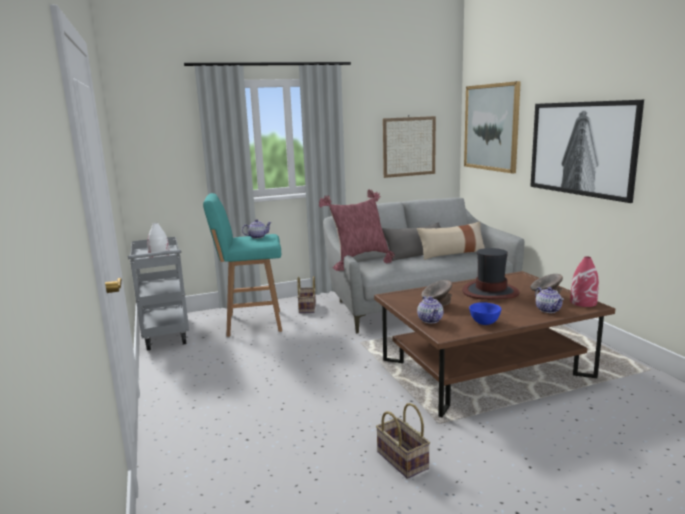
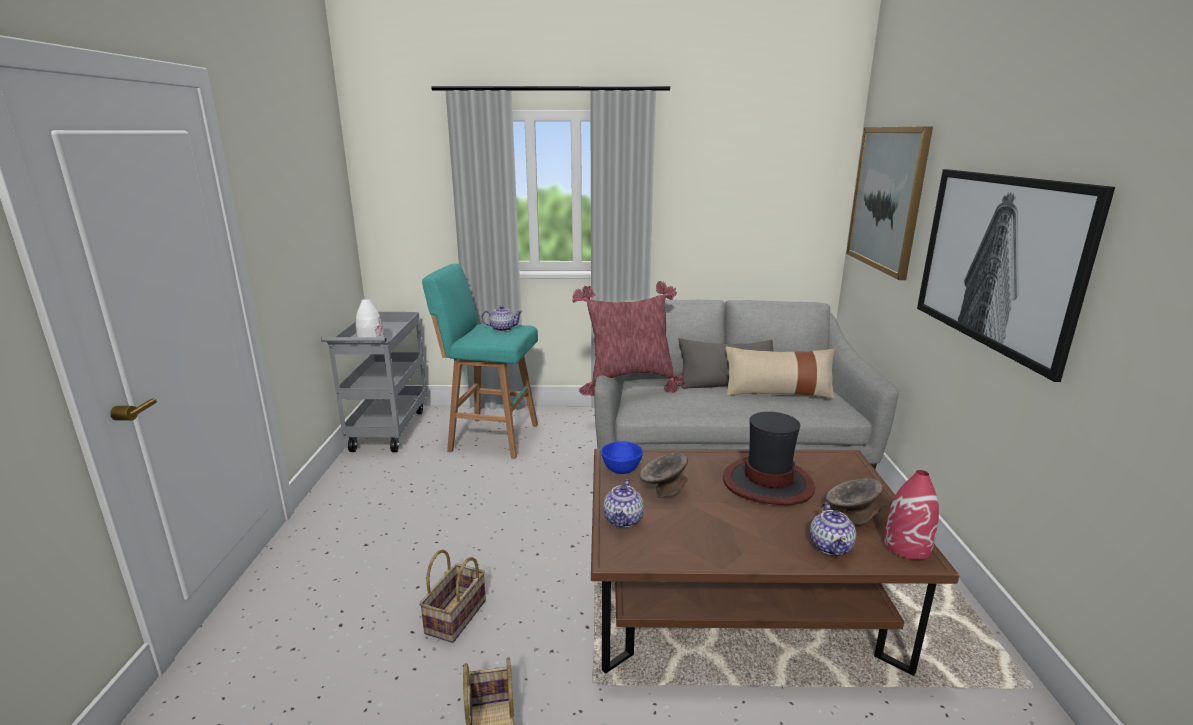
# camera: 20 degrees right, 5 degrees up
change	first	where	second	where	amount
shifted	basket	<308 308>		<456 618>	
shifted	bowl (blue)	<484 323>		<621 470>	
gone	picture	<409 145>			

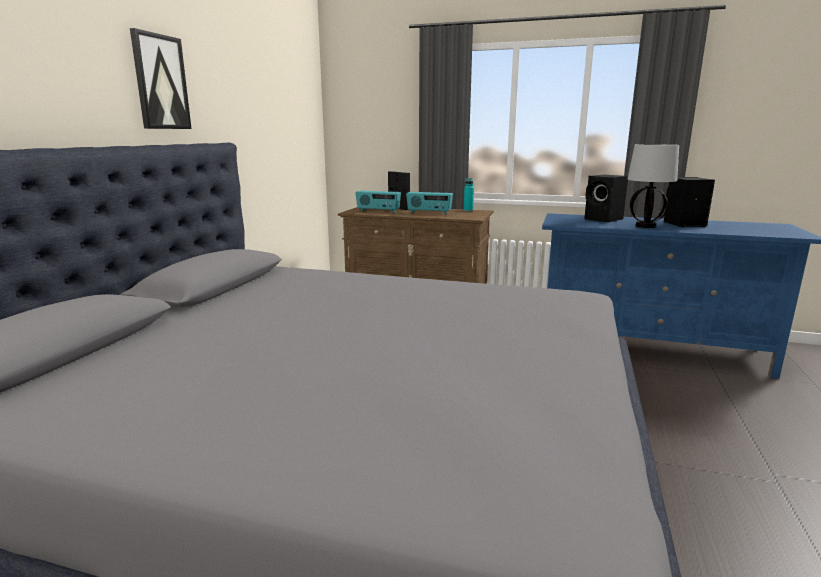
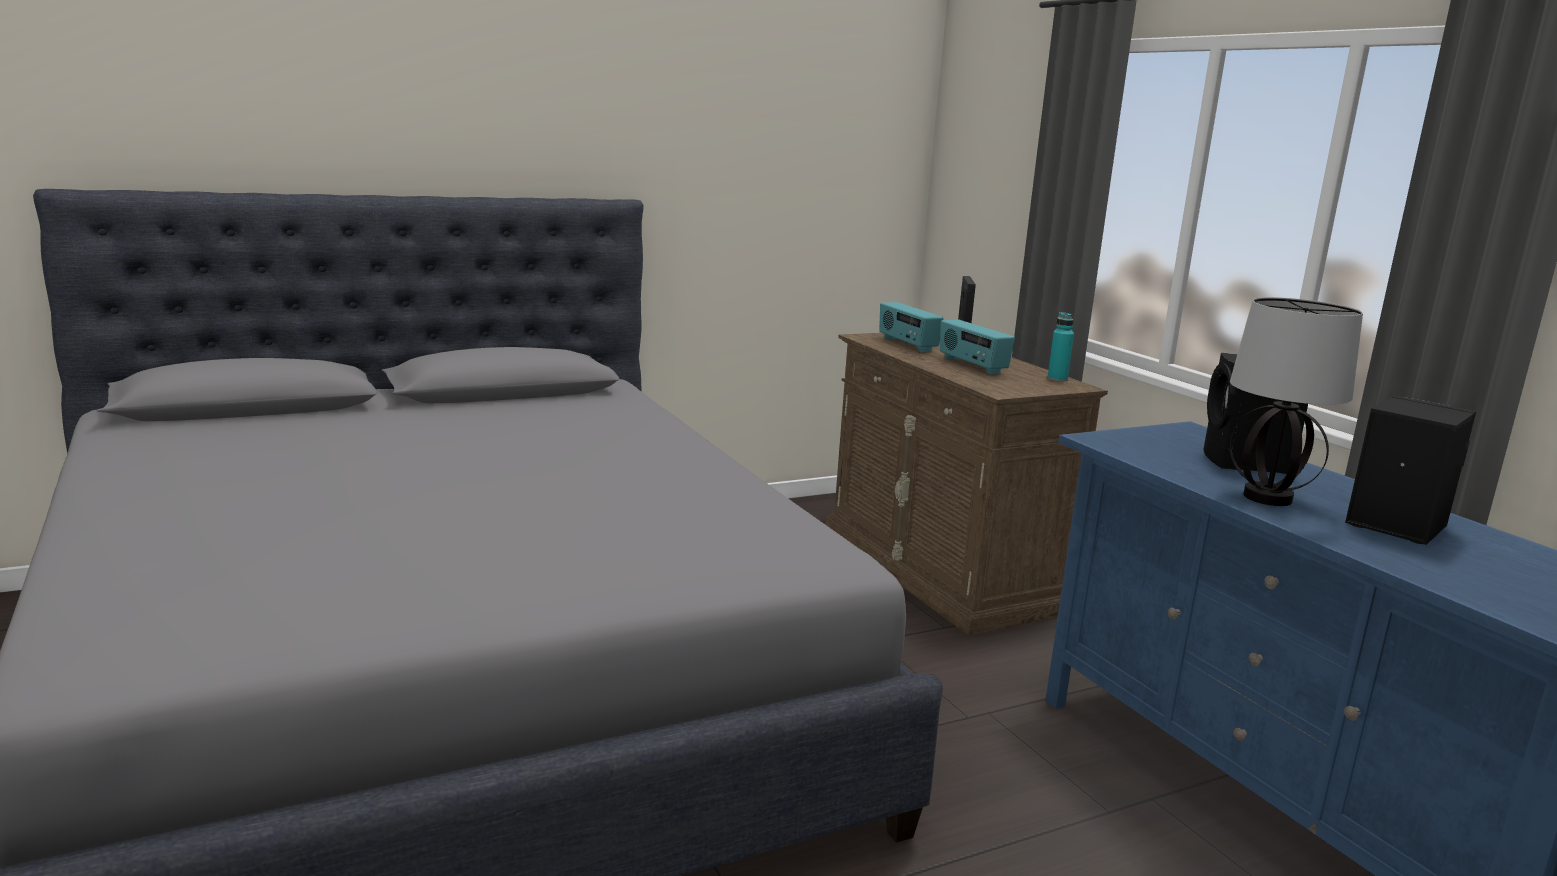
# camera: 45 degrees right, 0 degrees up
change	first	where	second	where	amount
gone	picture	<160 82>			

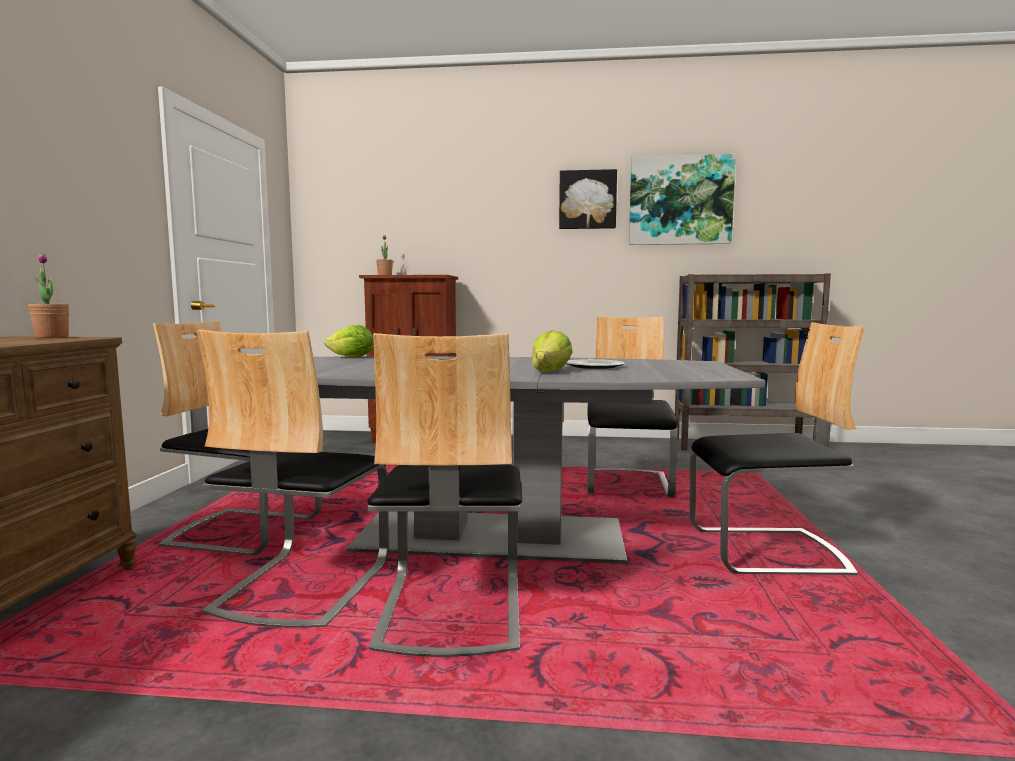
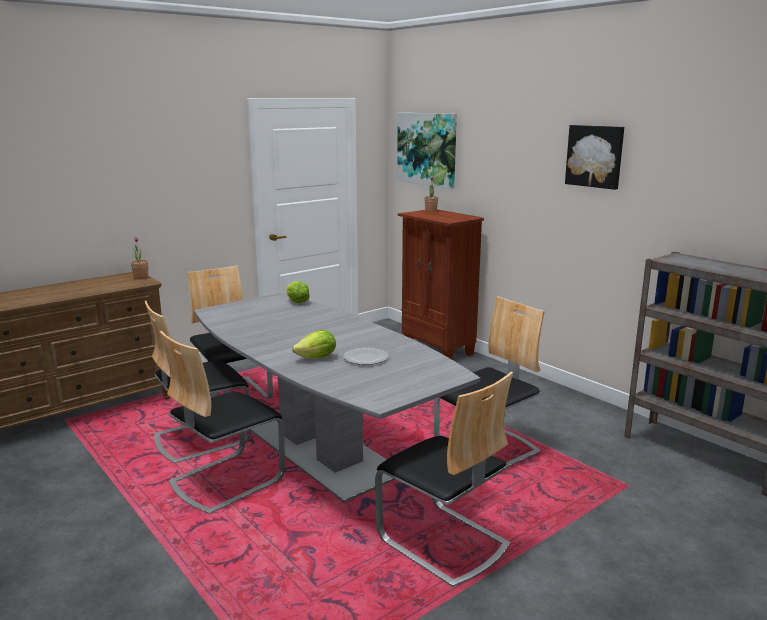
# camera: 45 degrees right, 10 degrees up
change	first	where	second	where	amount
shifted	picture	<680 200>		<427 149>	

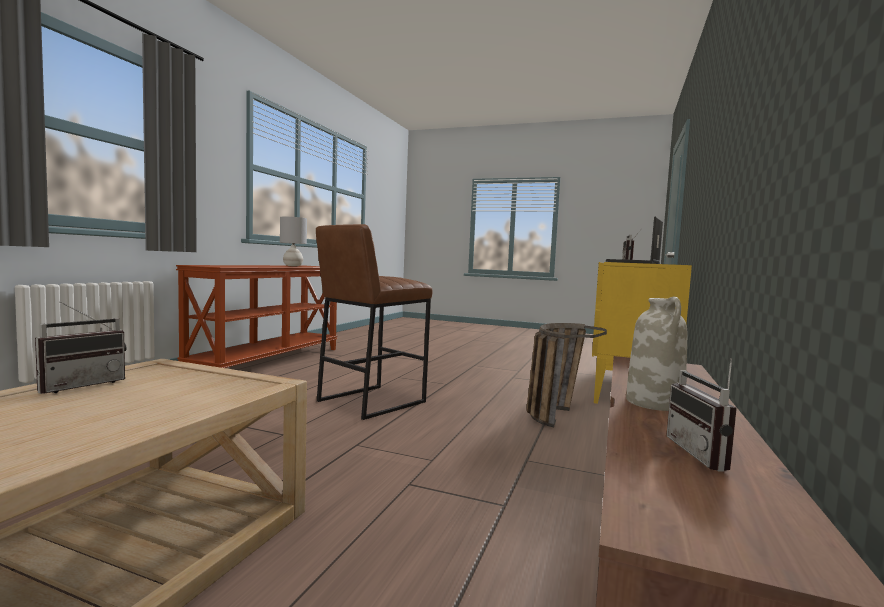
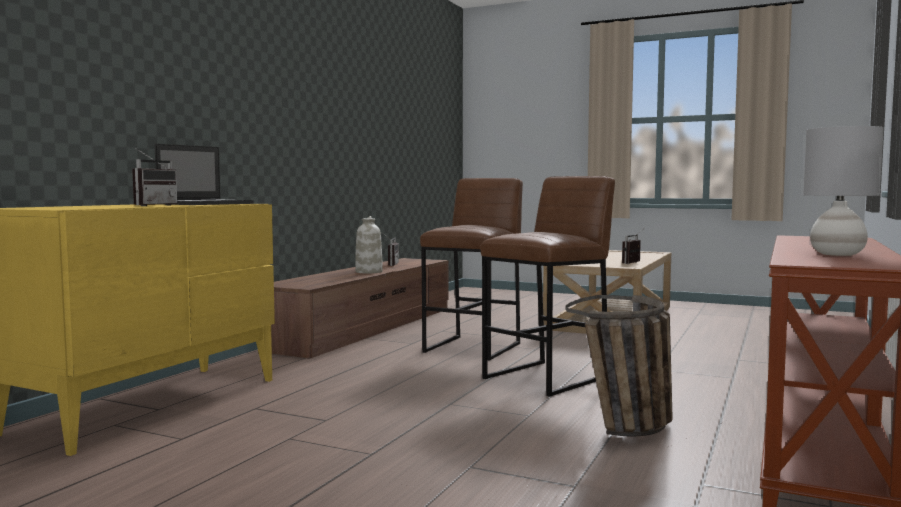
# camera: 175 degrees left, 0 degrees up
change	first	where	second	where	amount
new			stool (brown)	<473 347>	
shifted	basket	<555 413>		<628 430>	

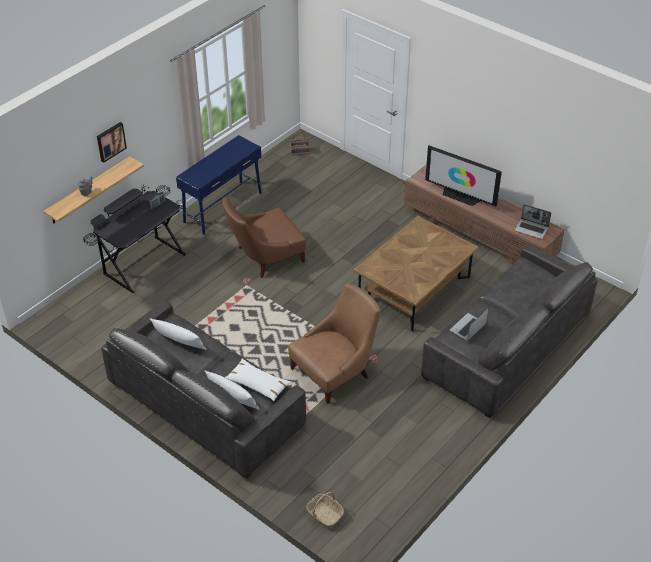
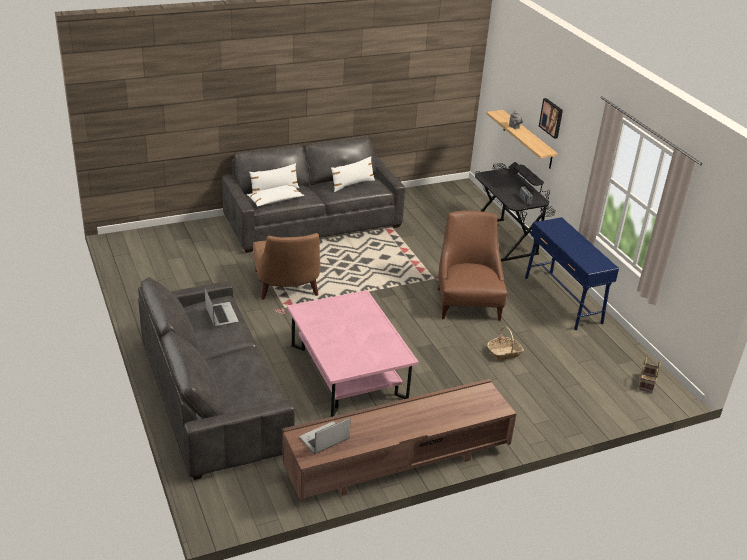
# camera: 115 degrees right, 10 degrees down
change	first	where	second	where	amount
repainted	coffee table (brown)	<414 288>	coffee table (pink)	<348 371>	
shifted	basket	<324 514>		<504 353>	
gone	television	<460 196>			

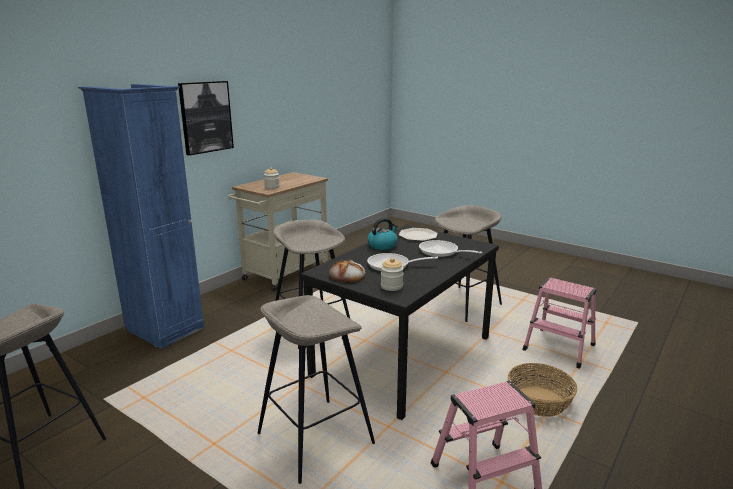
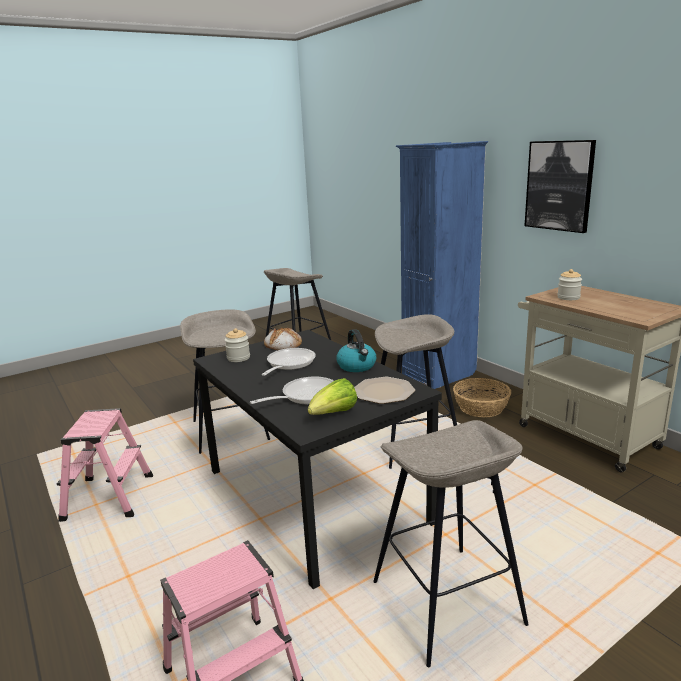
# camera: 110 degrees right, 0 degrees up
change	first	where	second	where	amount
new			lettuce	<334 414>	
shifted	basket	<539 401>		<481 408>	

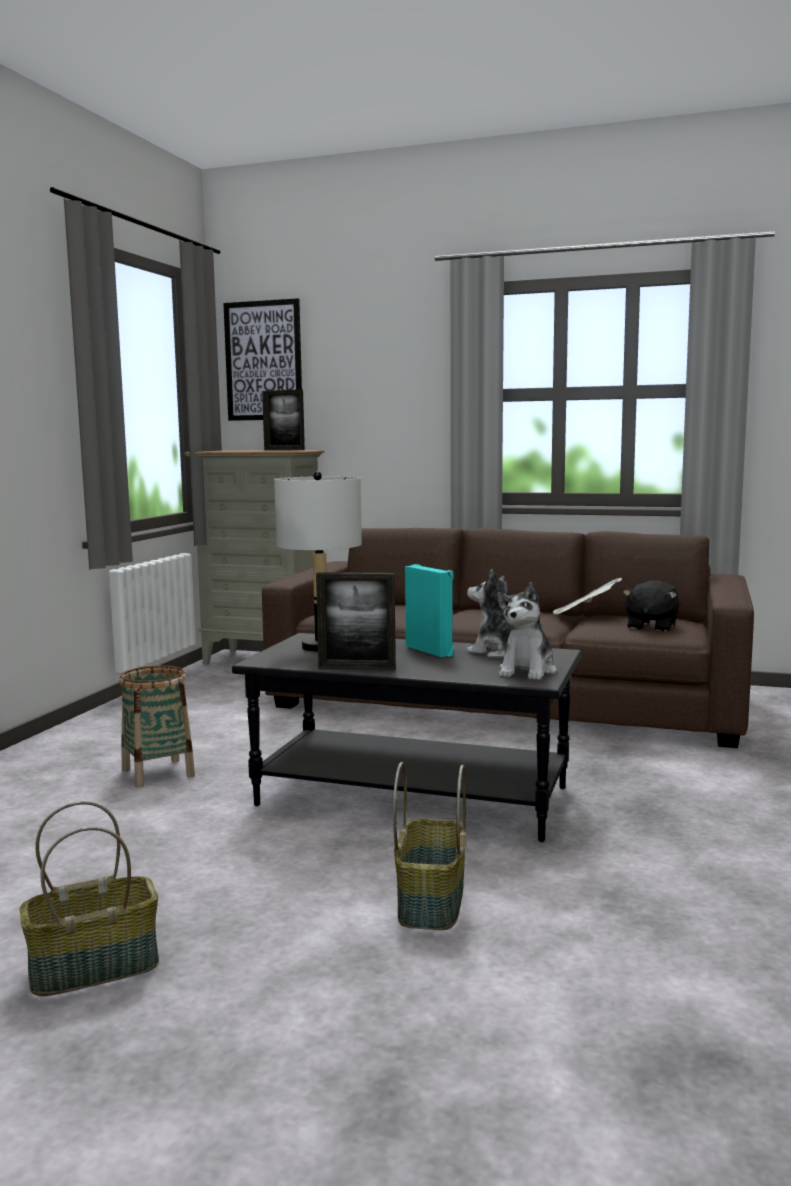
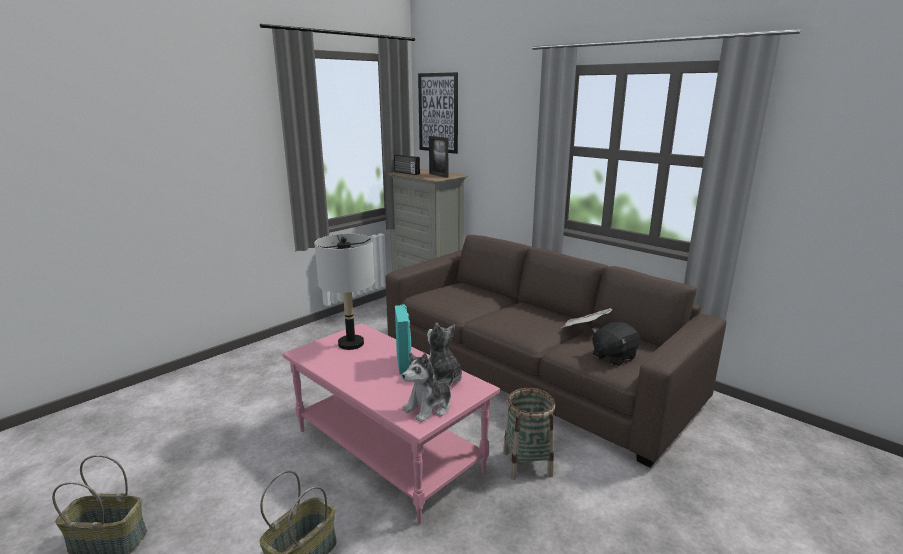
# camera: 25 degrees right, 10 degrees up
change	first	where	second	where	amount
repainted	coffee table (black)	<414 795>	coffee table (pink)	<389 450>	
new			radio	<406 173>	
shifted	basket	<158 773>		<527 463>	
gone	picture frame	<357 668>			

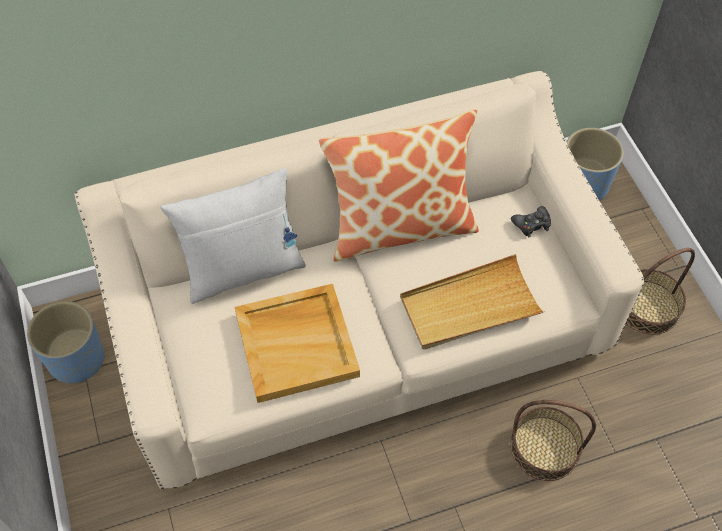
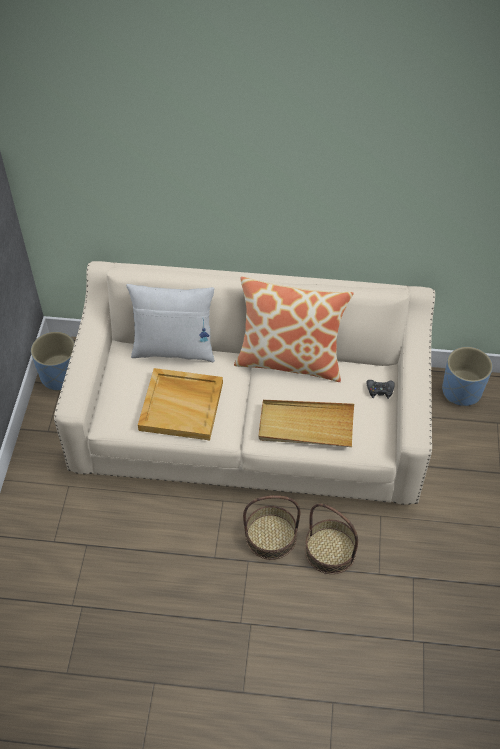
# camera: 25 degrees right, 5 degrees down
change	first	where	second	where	amount
shifted	basket	<647 307>		<271 536>	

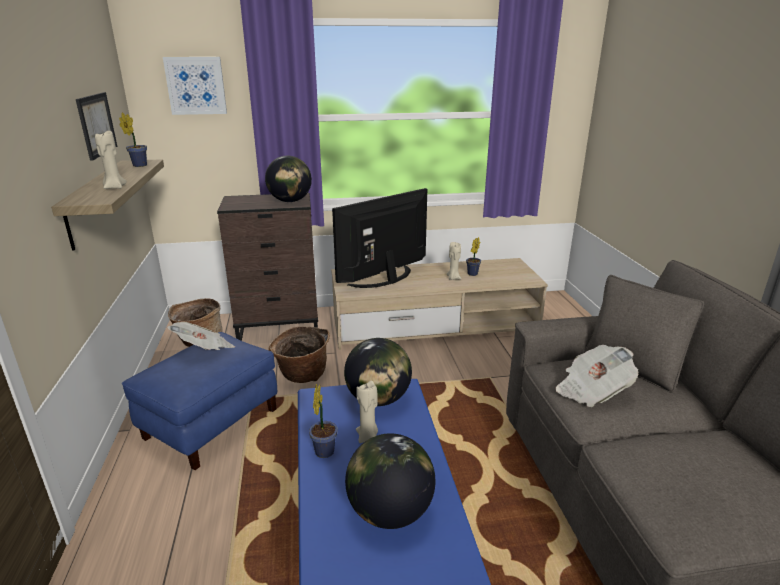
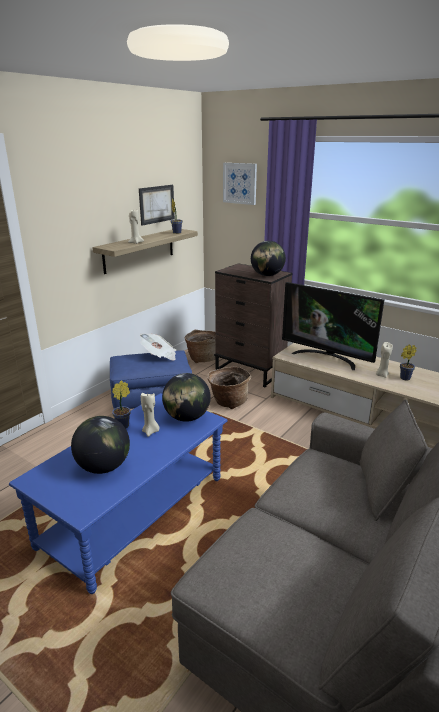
# camera: 45 degrees right, 0 degrees up
change	first	where	second	where	amount
rotated	television	<386 280>		<327 357>	150 degrees counterclockwise
gone	newspaper	<592 391>			

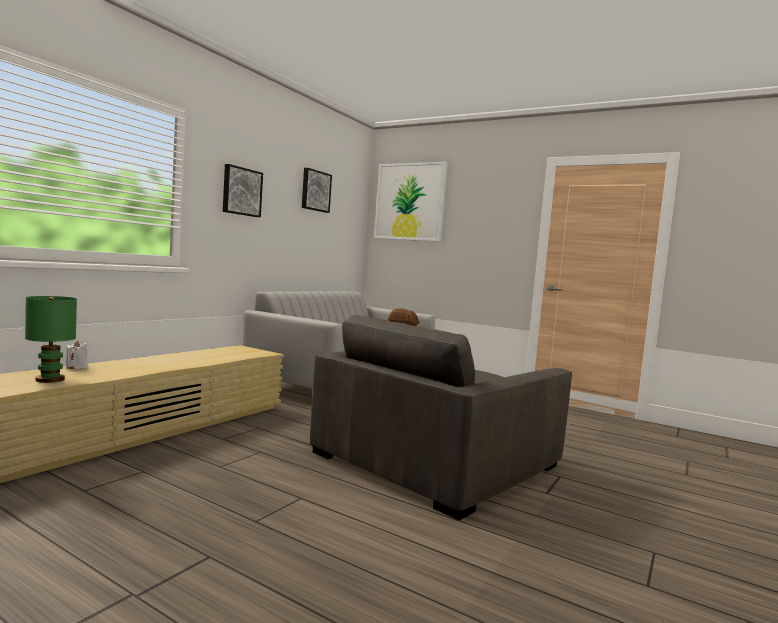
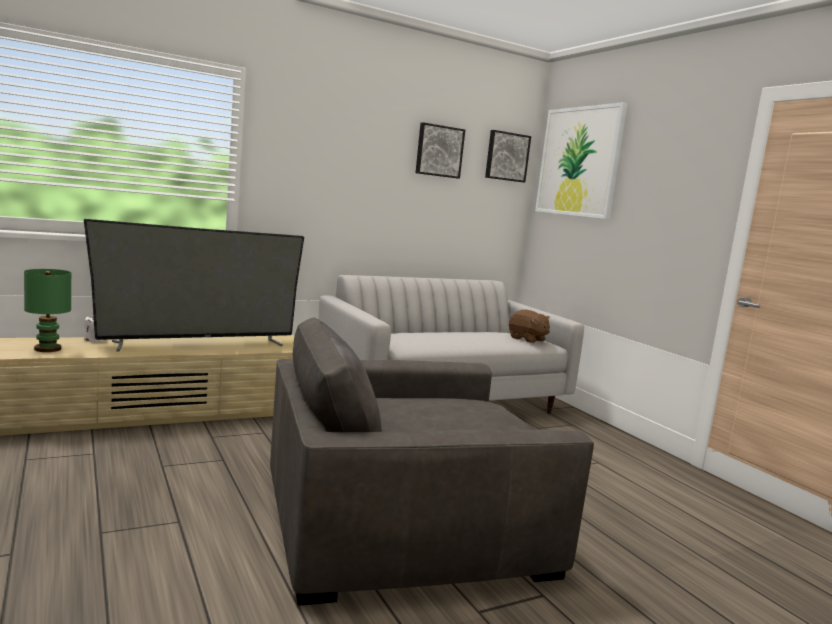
# camera: 30 degrees right, 5 degrees up
change	first	where	second	where	amount
new			television	<199 343>	
shifted	picture	<241 191>		<506 156>	

